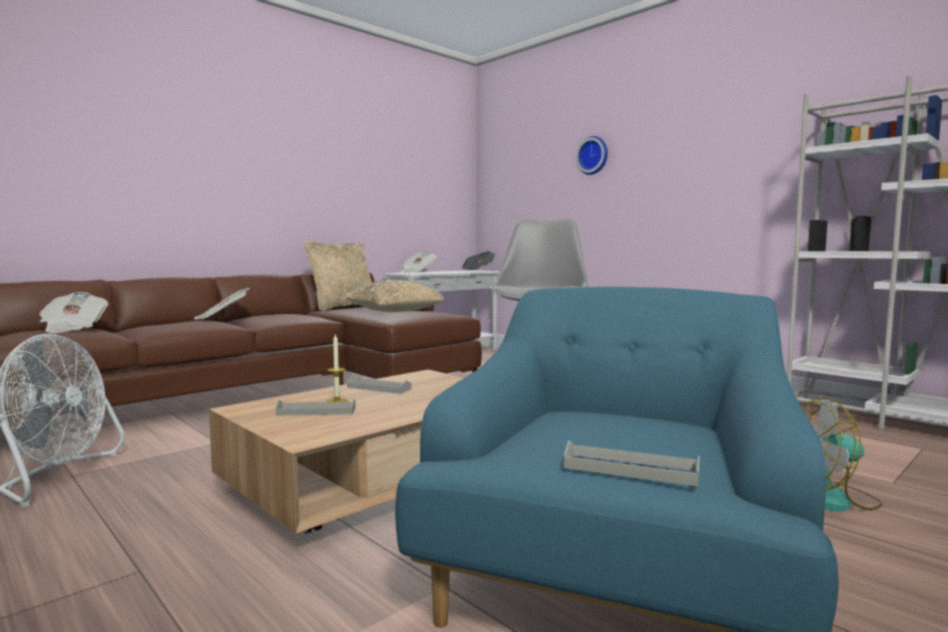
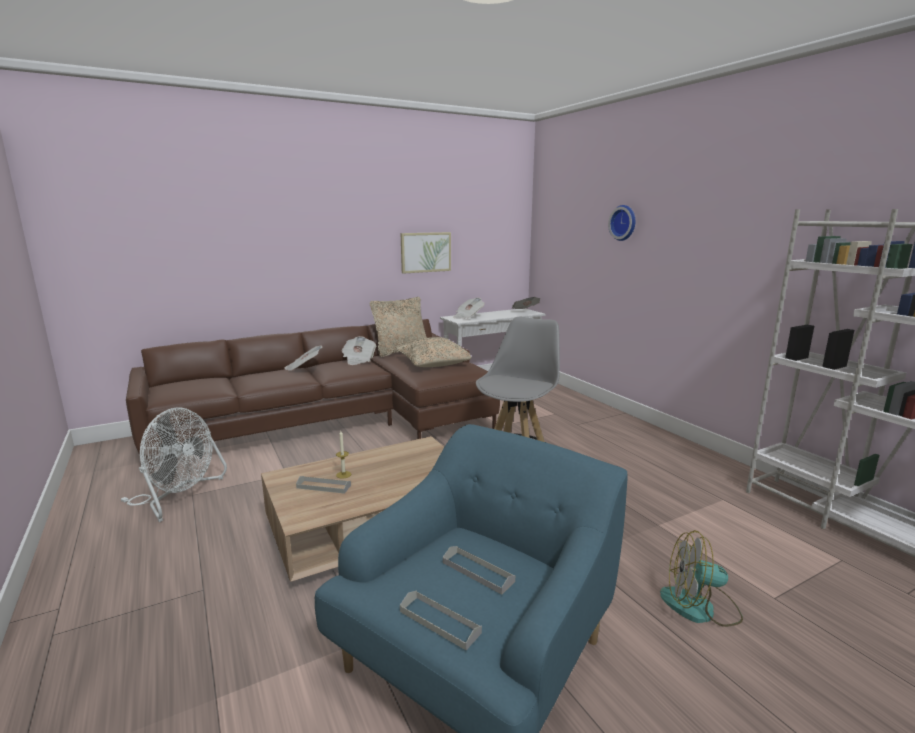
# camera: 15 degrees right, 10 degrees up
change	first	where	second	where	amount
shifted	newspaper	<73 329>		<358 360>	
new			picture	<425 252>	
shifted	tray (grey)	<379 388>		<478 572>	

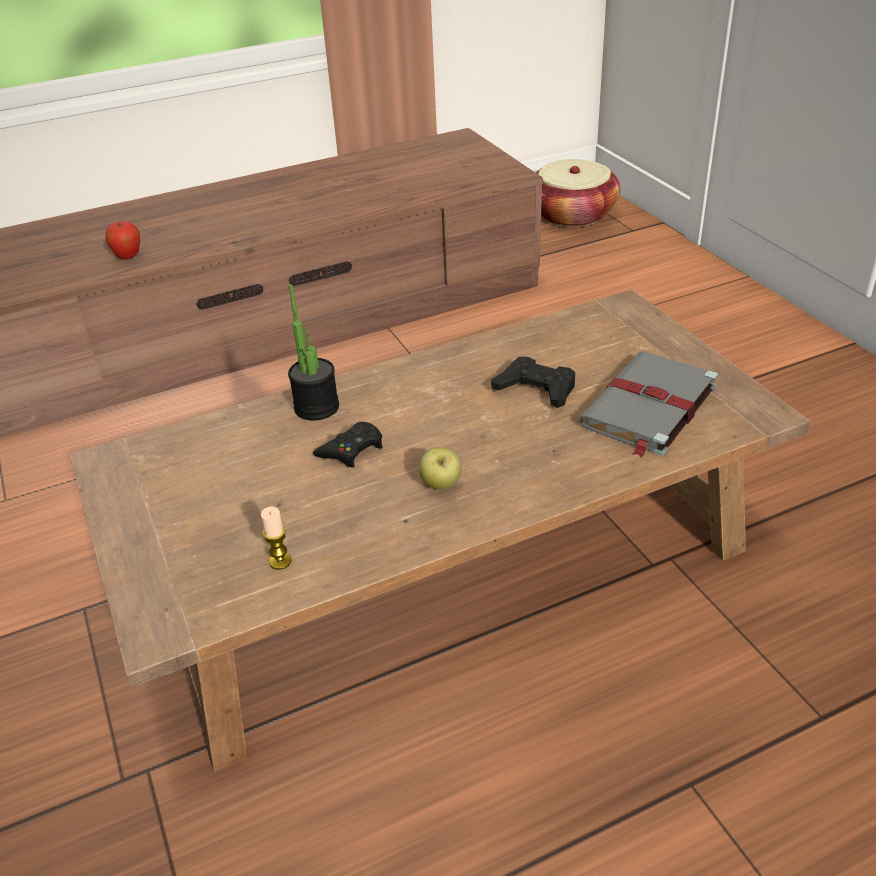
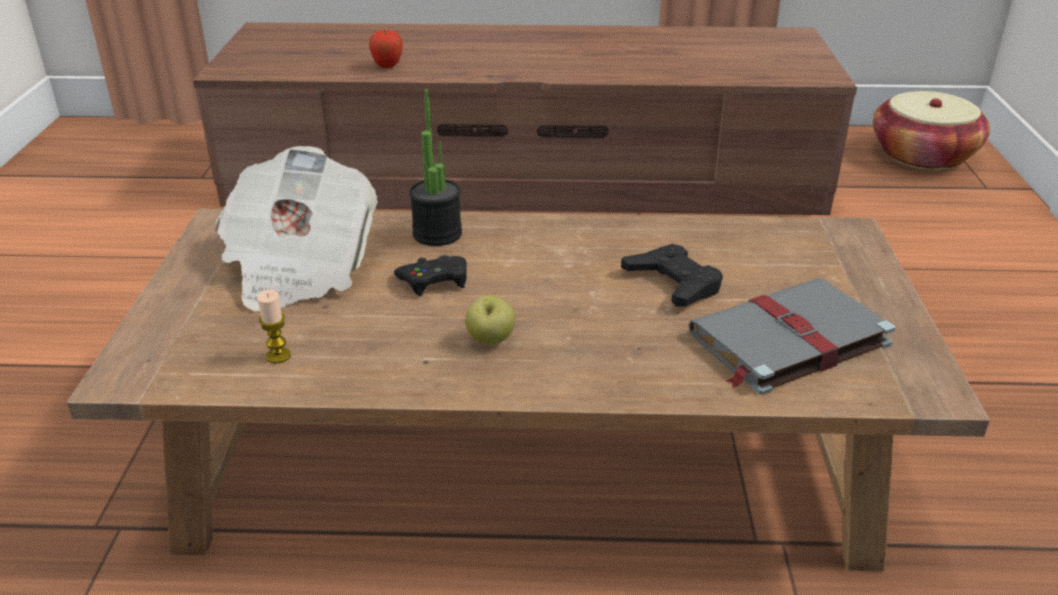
# camera: 25 degrees right, 5 degrees down
change	first	where	second	where	amount
new			newspaper	<299 267>	

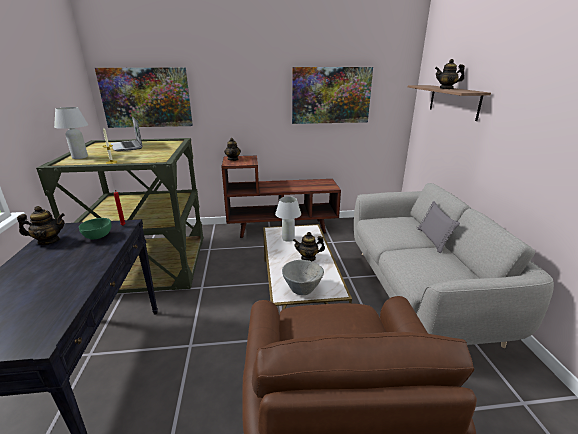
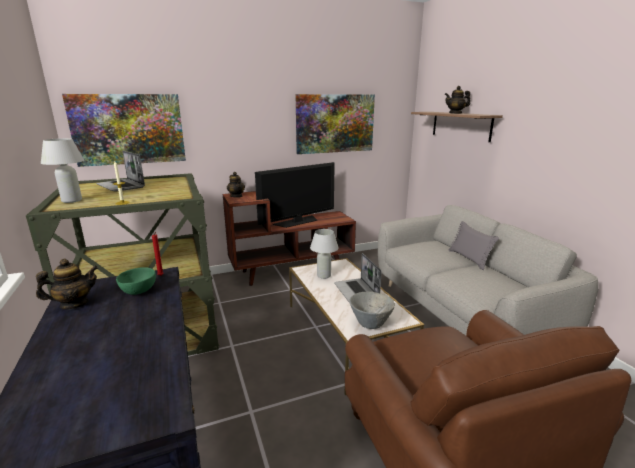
# camera: 15 degrees left, 5 degrees down
change	first	where	second	where	amount
new			television	<297 222>	
swapped	teapot	<308 258>	laptop	<357 292>	

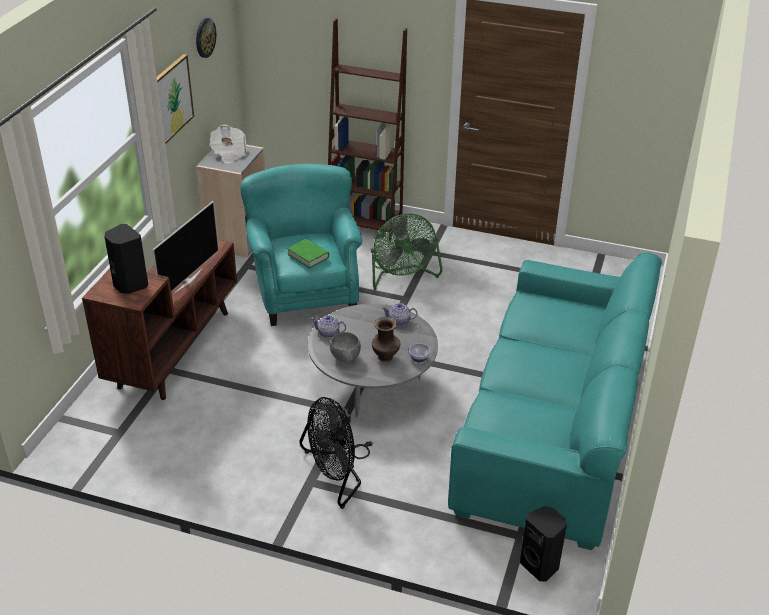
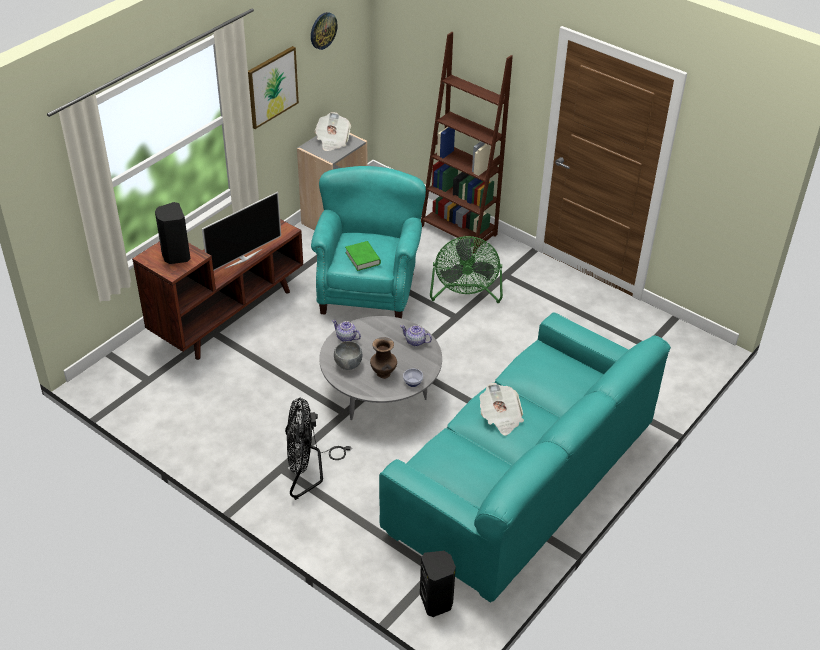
# camera: 20 degrees right, 5 degrees up
change	first	where	second	where	amount
new			newspaper	<500 418>	

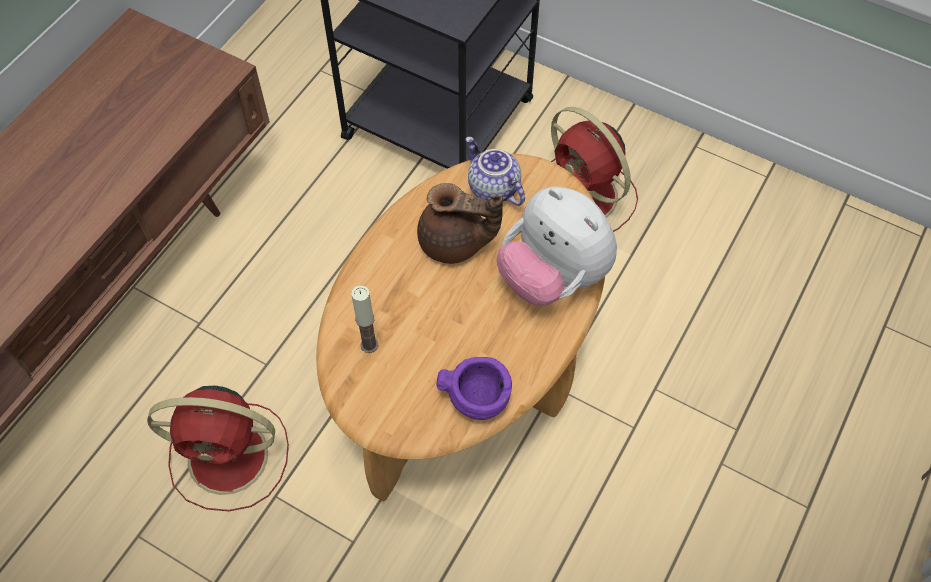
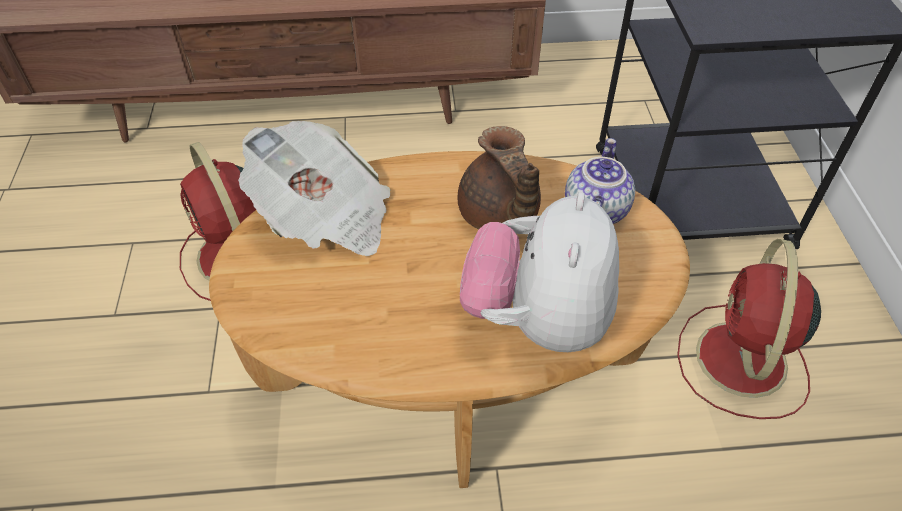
# camera: 55 degrees right, 10 degrees down
change	first	where	second	where	amount
swapped	candle	<369 345>	newspaper	<325 216>	
gone	bowl (purple)	<478 397>			

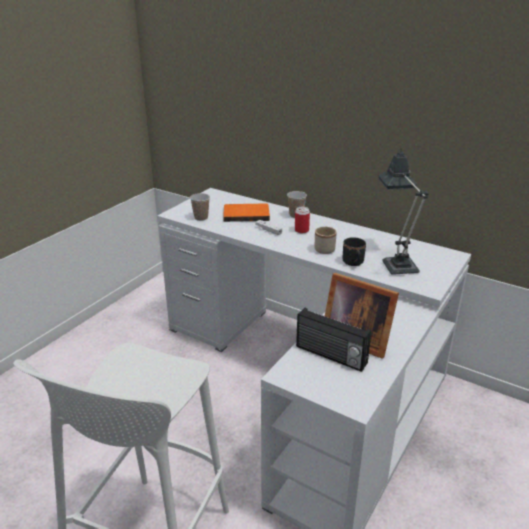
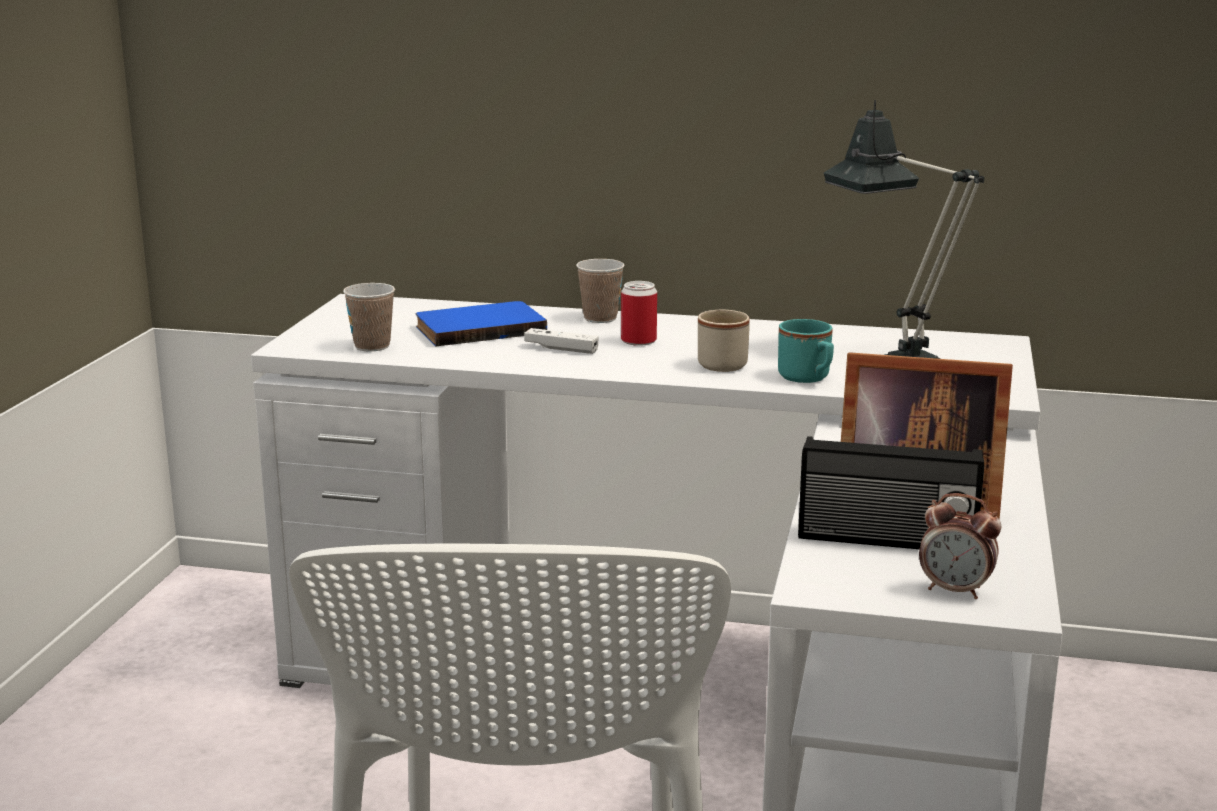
# camera: 20 degrees left, 10 degrees down
change	first	where	second	where	amount
repainted	book (orange)	<246 214>	book (blue)	<479 328>	
repainted	mug (black)	<354 263>	mug (turquoise)	<808 378>	
new			alarm clock	<955 590>	

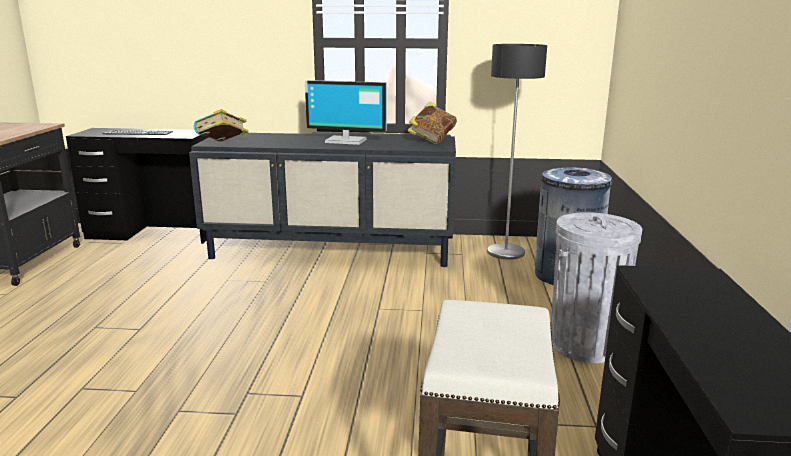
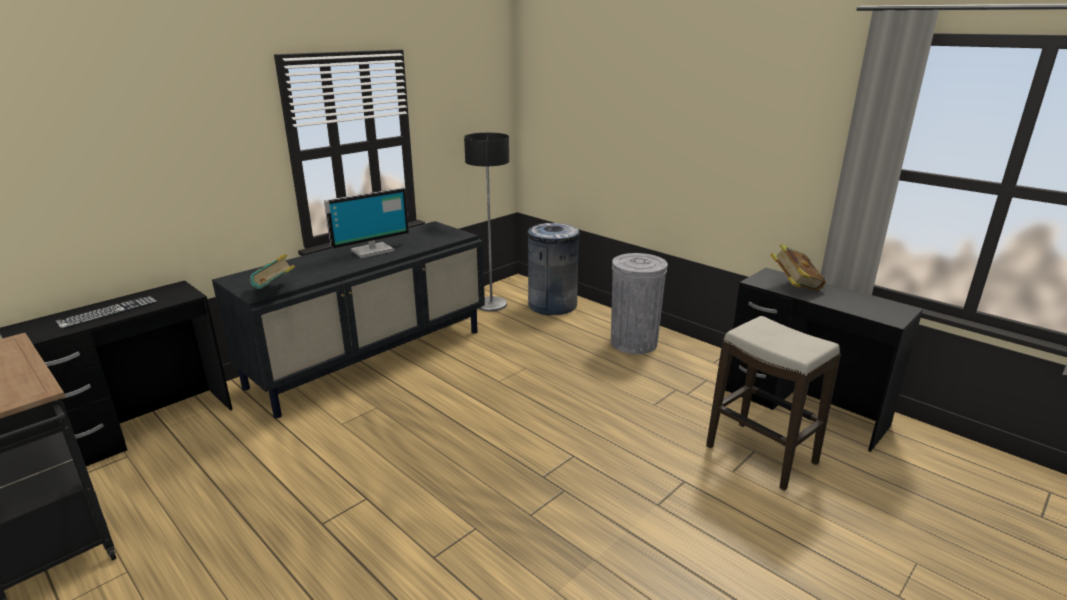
# camera: 50 degrees left, 5 degrees up
change	first	where	second	where	amount
shifted	book	<432 140>		<794 286>	

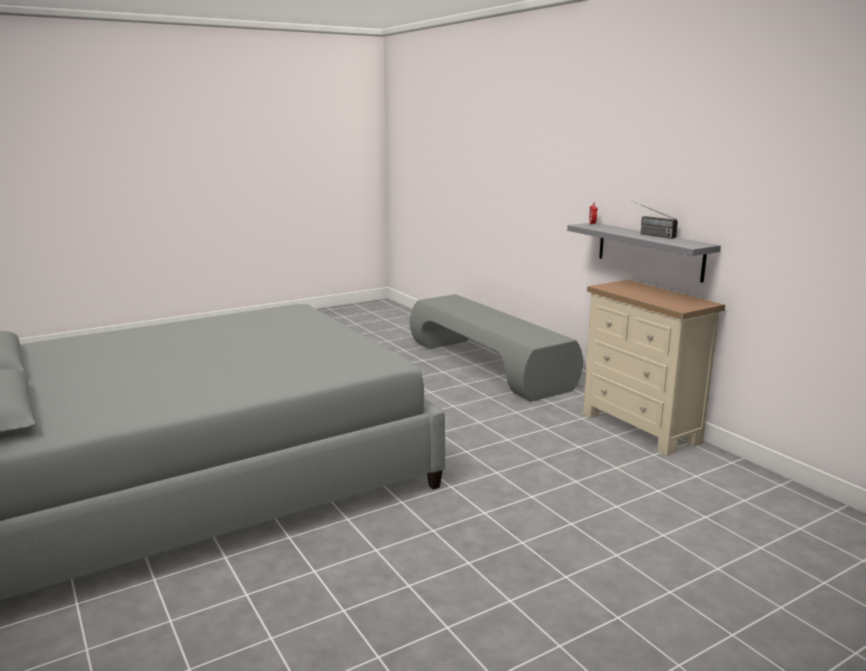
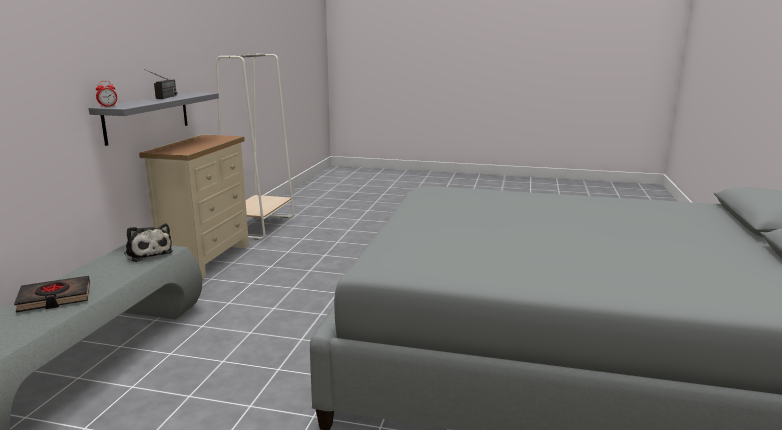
# camera: 135 degrees left, 0 degrees up
change	first	where	second	where	amount
new			book (black)	<55 298>	
new			plush toy	<148 253>	
new			clothes rack	<260 226>	

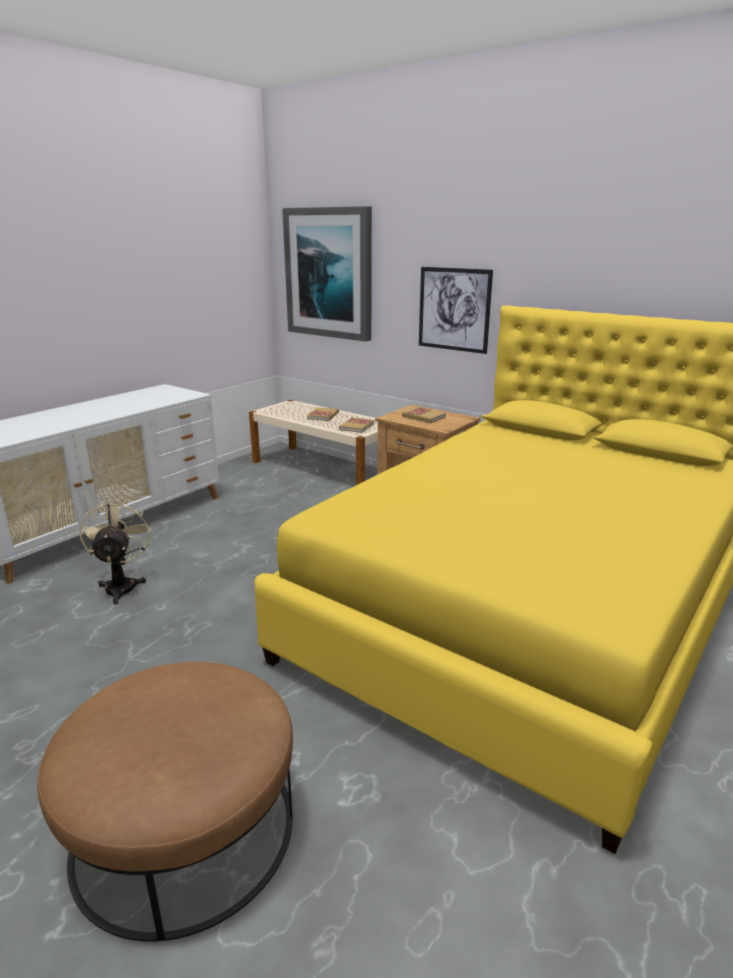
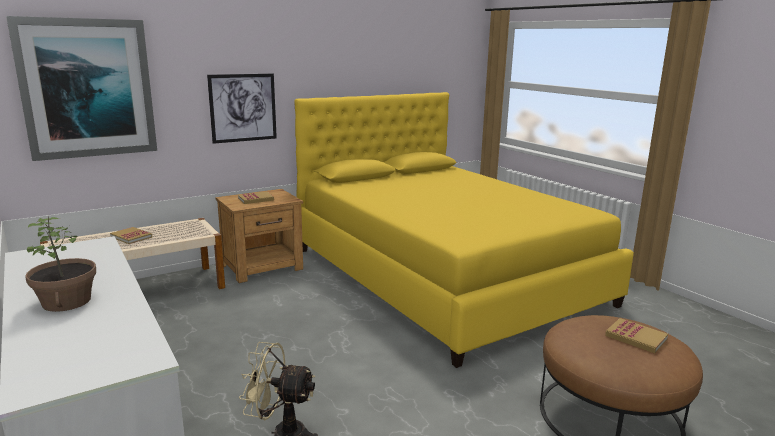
# camera: 70 degrees left, 5 degrees down
change	first	where	second	where	amount
new			potted plant	<67 301>	
shifted	book	<356 427>		<635 337>	

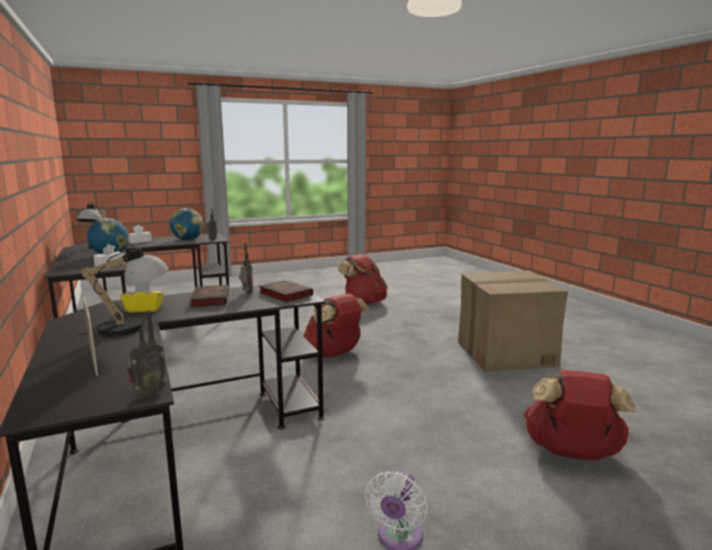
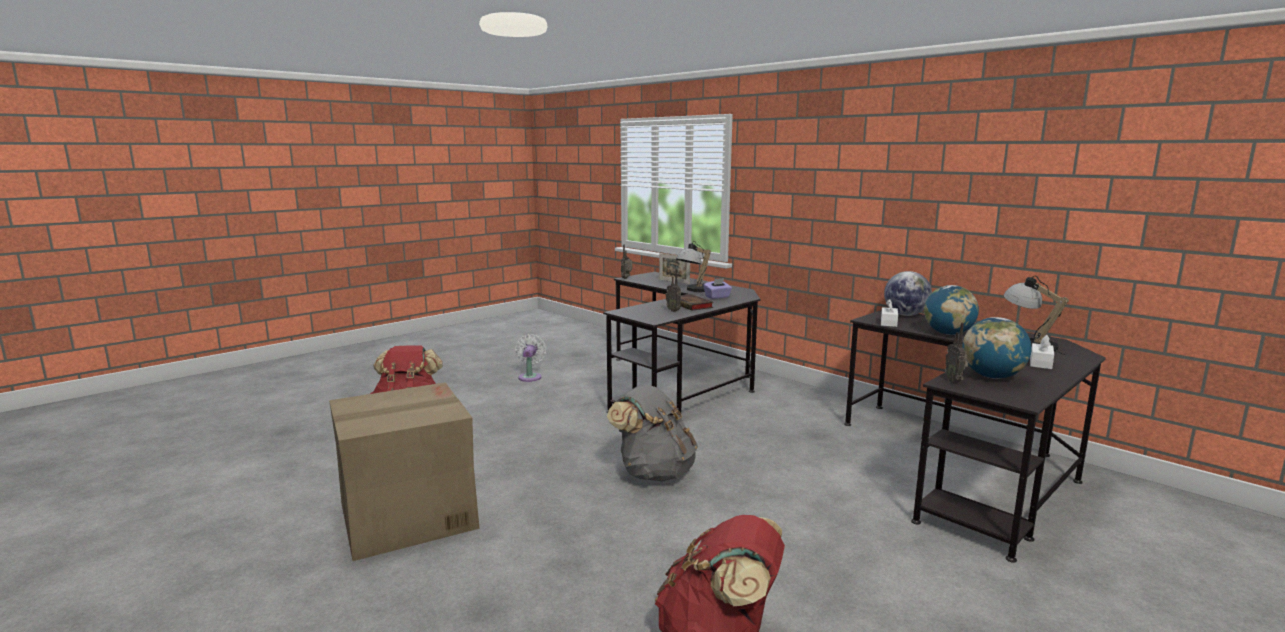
# camera: 160 degrees right, 0 degrees up
change	first	where	second	where	amount
repainted	backpack (red)	<334 354>	backpack (grey)	<653 473>	
repainted	tissue box (yellow)	<144 309>	tissue box (purple)	<717 297>	
new			globe	<905 315>	
gone	book	<284 294>			

